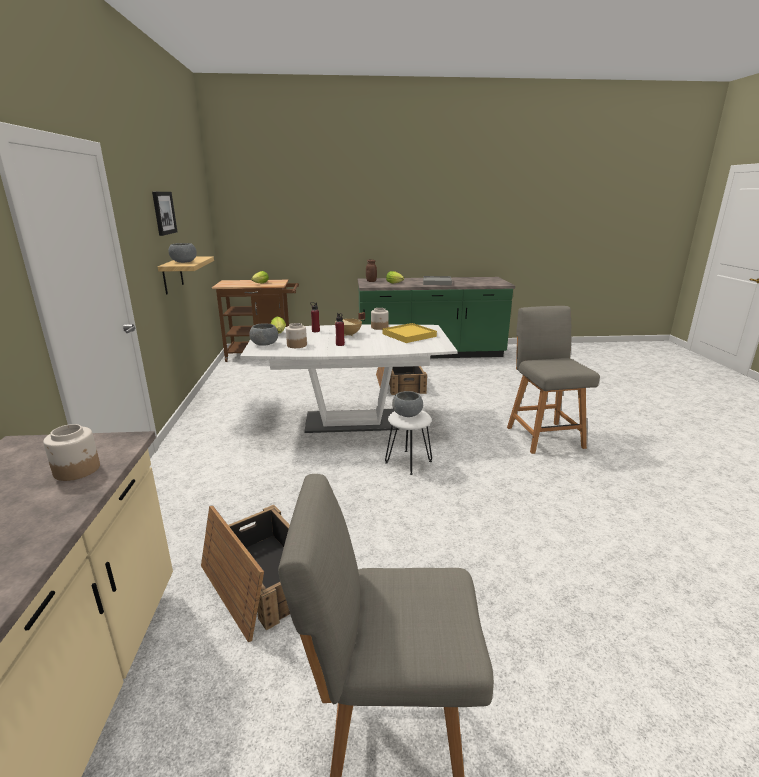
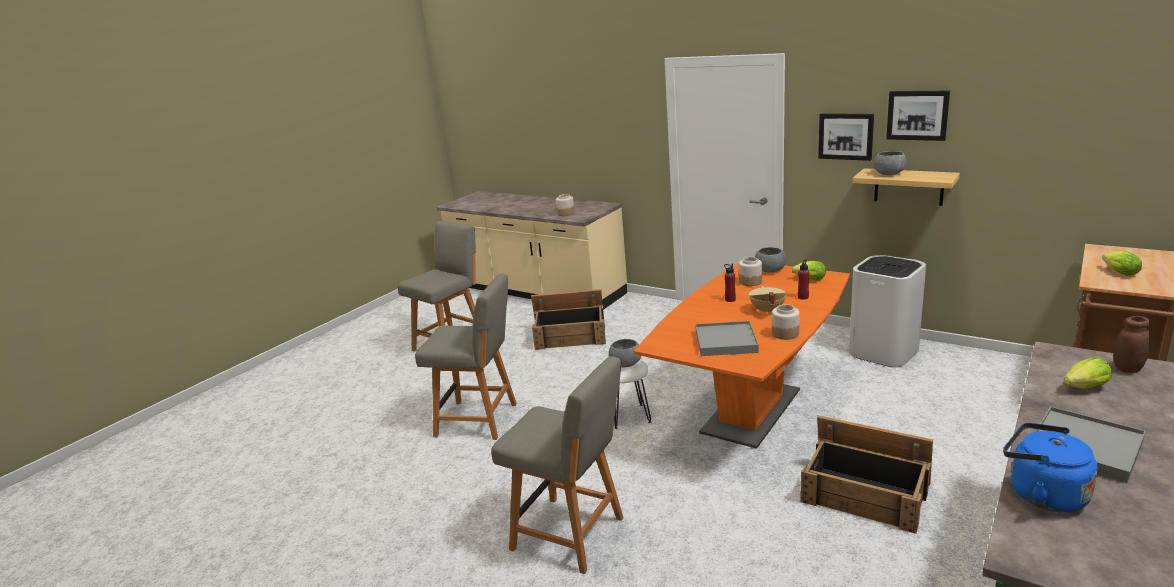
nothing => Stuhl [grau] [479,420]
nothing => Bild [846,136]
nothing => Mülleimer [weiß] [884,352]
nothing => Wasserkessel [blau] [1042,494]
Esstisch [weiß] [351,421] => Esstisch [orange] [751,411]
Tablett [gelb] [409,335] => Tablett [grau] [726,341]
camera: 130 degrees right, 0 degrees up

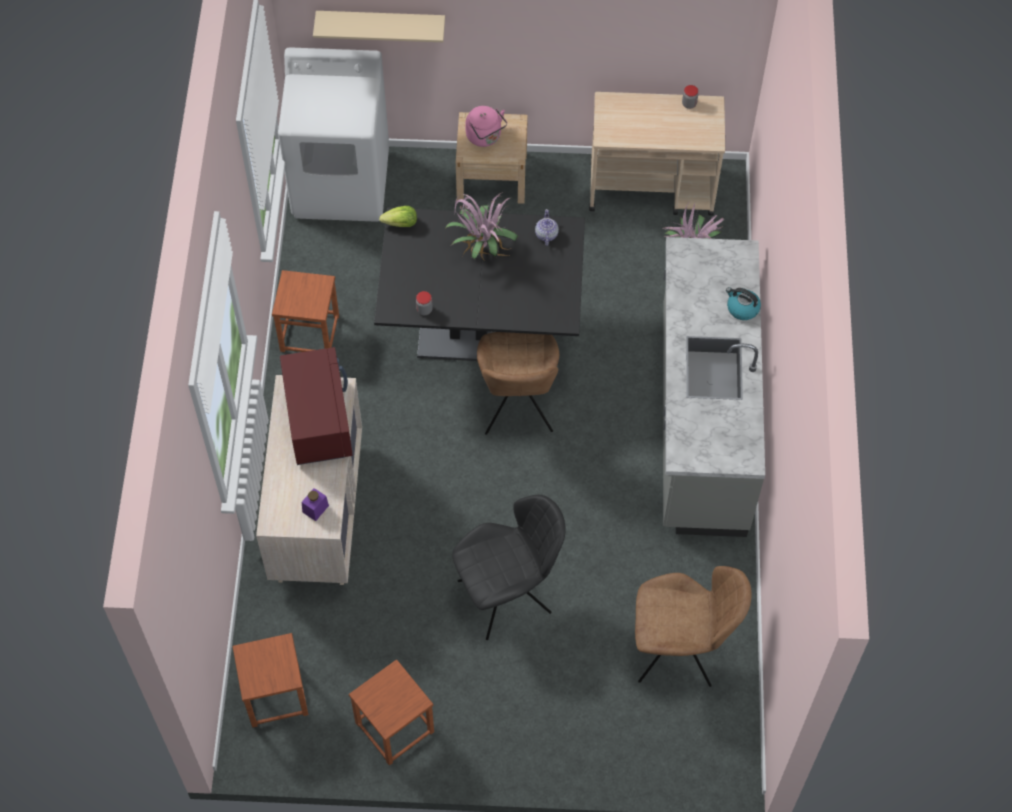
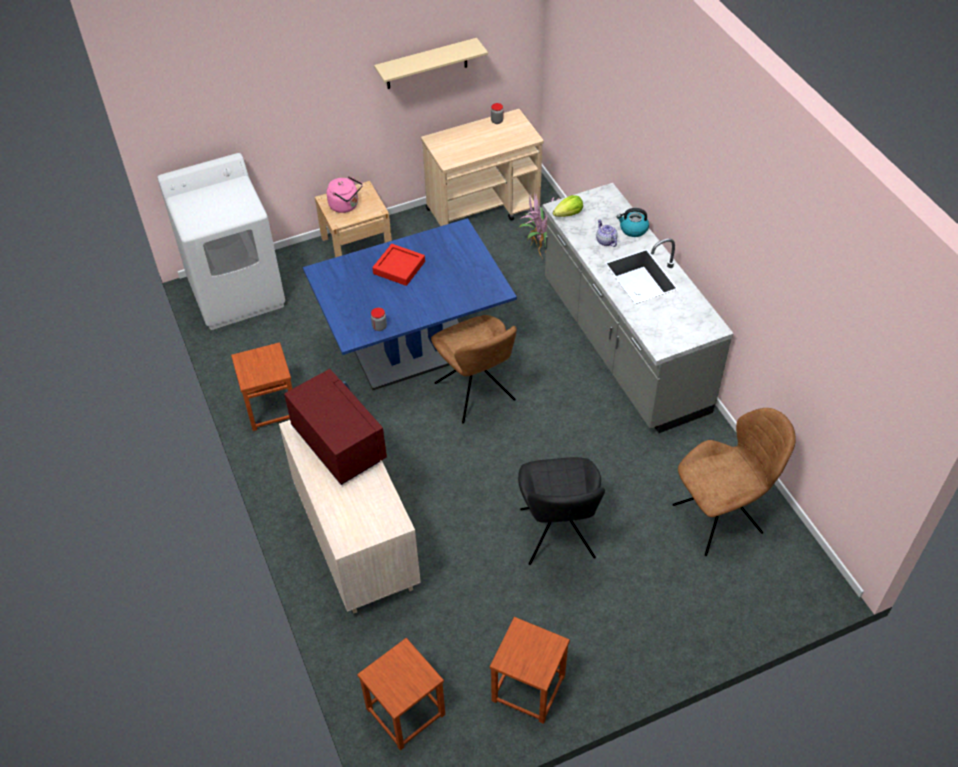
Vorratsglas [lila] [315,509] => nothing
Wandregal [beige] [381,25] => Wandregal [beige] [426,64], shifted
Salatkopf [401,224] => Salatkopf [568,214], shifted
Teekanne [546,234] => Teekanne [605,241], shifted
Topfpflanze [481,249] => Tablett [rot] [399,268]
Esstisch [schwarz] [482,332] => Esstisch [blau] [414,352]
Stuhl [schwarz] [508,595] => Stuhl [schwarz] [557,536], 135 degrees clockwise
camera: 25 degrees left, 10 degrees down

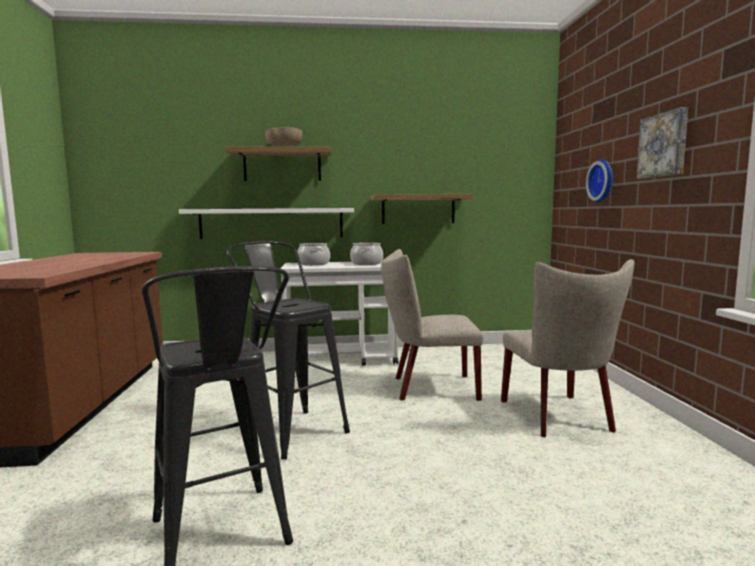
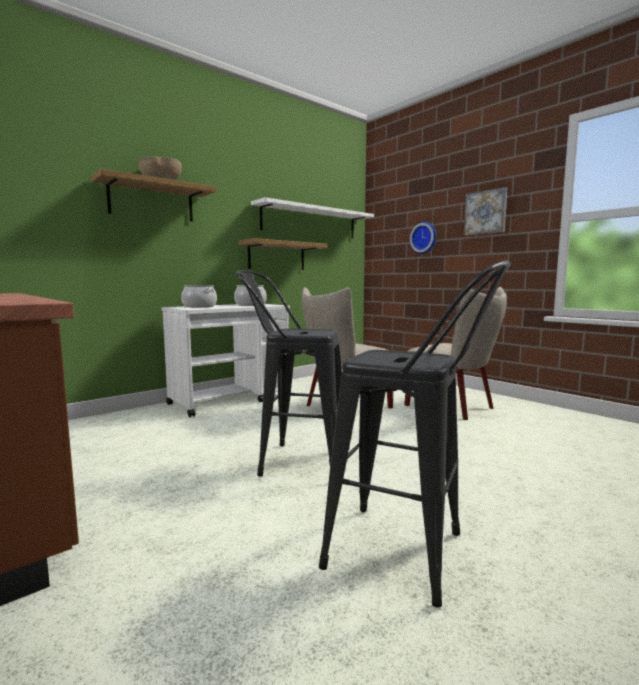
Wandregal [weiß] [271,223] => Wandregal [weiß] [310,222], shifted
camera: 35 degrees left, 0 degrees up

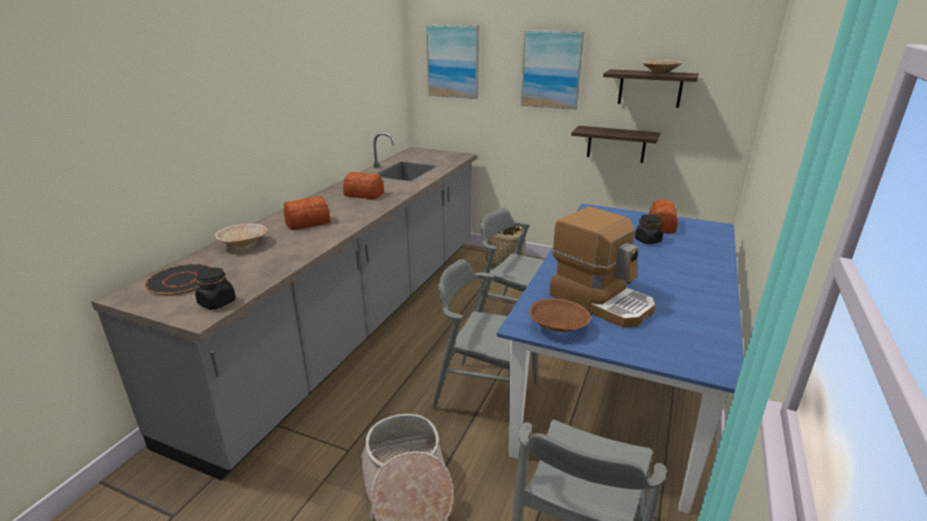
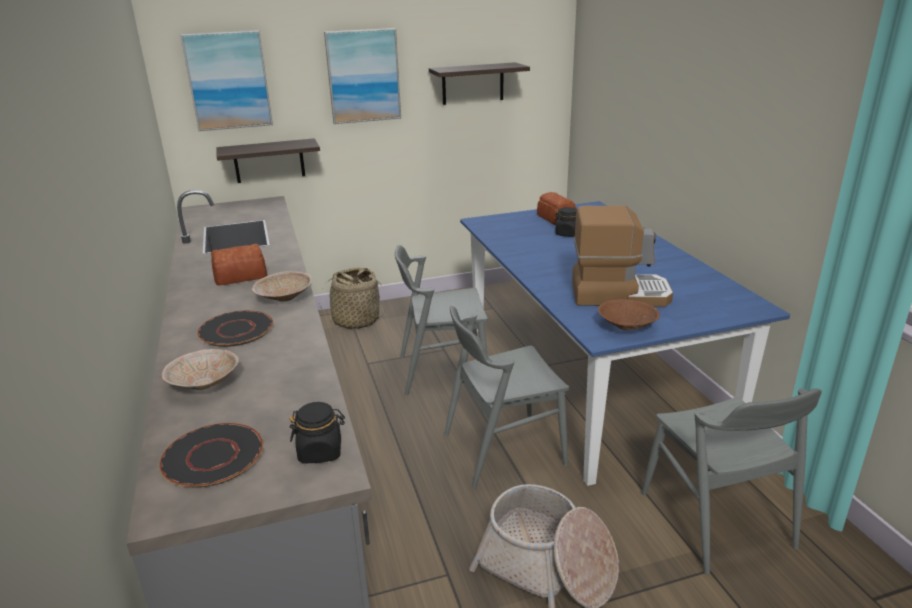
Wandregal [616,144] => Wandregal [269,161], shifted
Schüssel [beige] [659,73] => Schüssel [beige] [283,298], shifted
Brot [306,222] => Teller [schwarz] [235,330]
camera: 40 degrees left, 0 degrees up

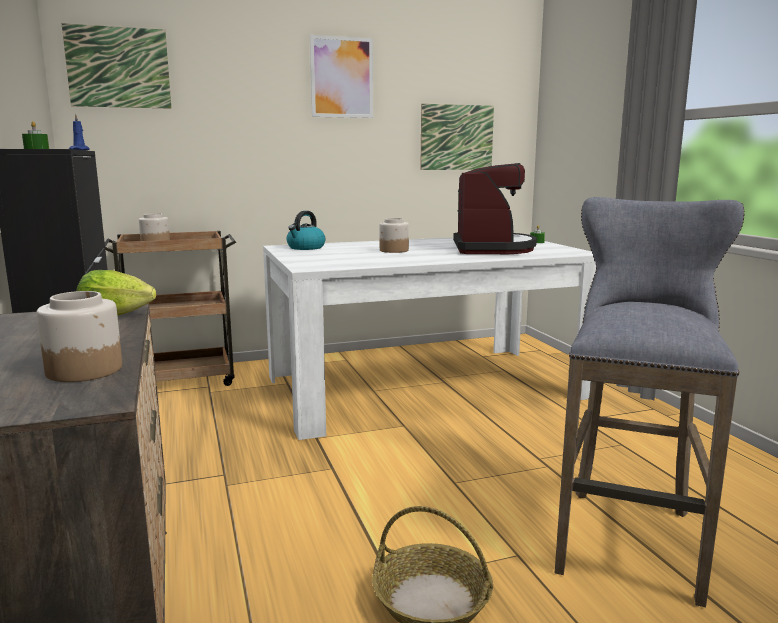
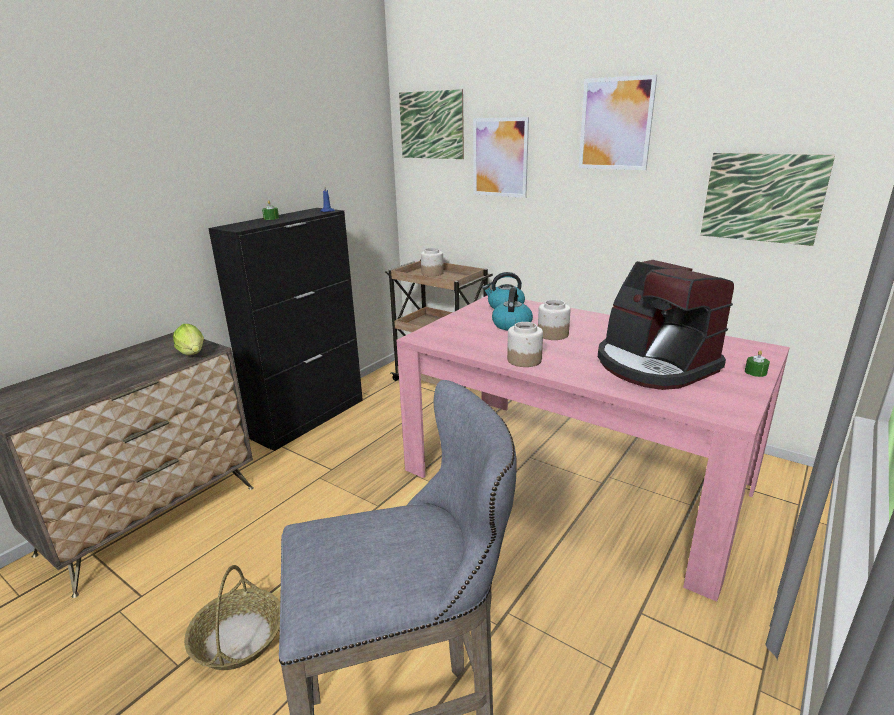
nothing => Bild [500,157]
nothing => Wasserkessel [511,325]
Vorratsglas [85,370] => Vorratsglas [524,360], shifted
Esstisch [weiß] [424,387] => Esstisch [rosa] [575,477]
Kaffeemaschine [492,248] => Kaffeemaschine [653,365], 90 degrees clockwise
camera: 55 degrees right, 10 degrees up

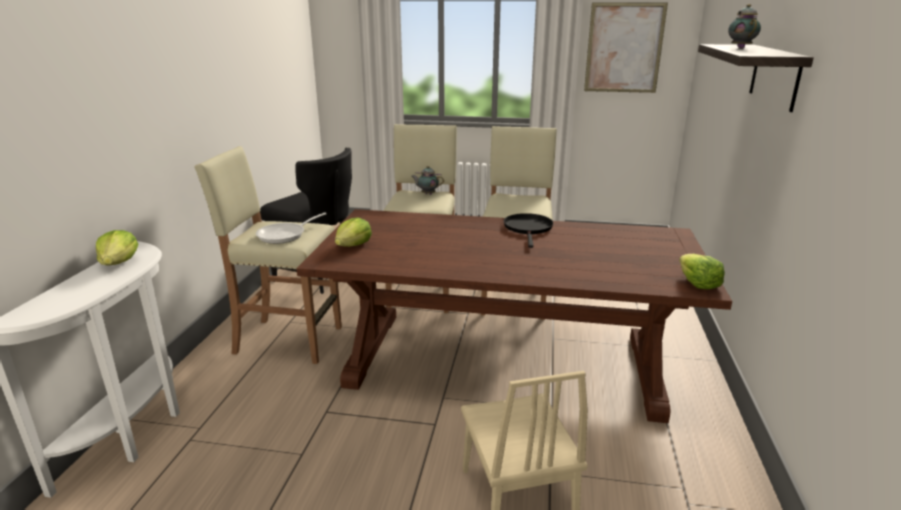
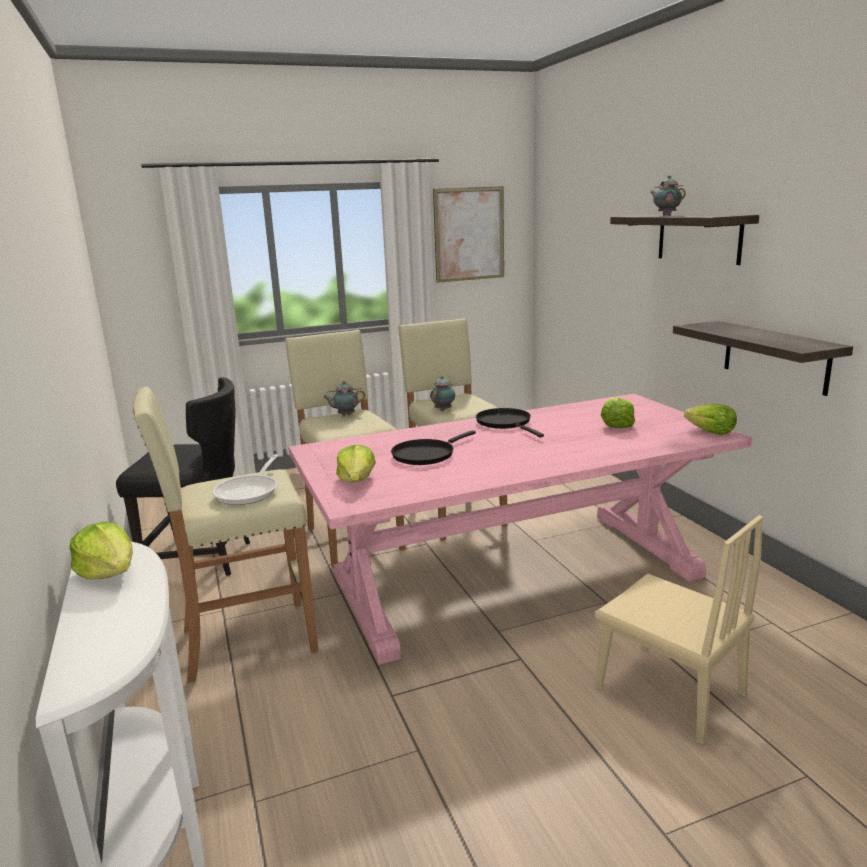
nothing => Pfanne [schwarz] [426,454]
nothing => Teekanne [444,409]
nothing => Salatkopf [616,425]
nothing => Wandregal [775,356]
Esstisch [braun] [505,361] => Esstisch [rosa] [516,575]
camera: 30 degrees left, 5 degrees down

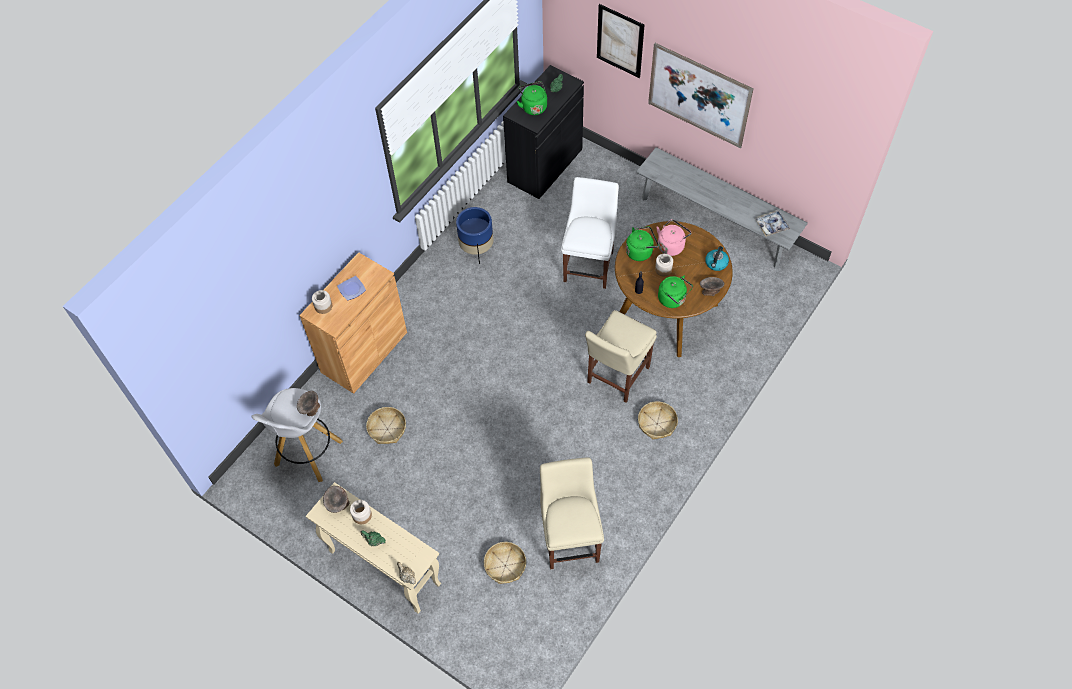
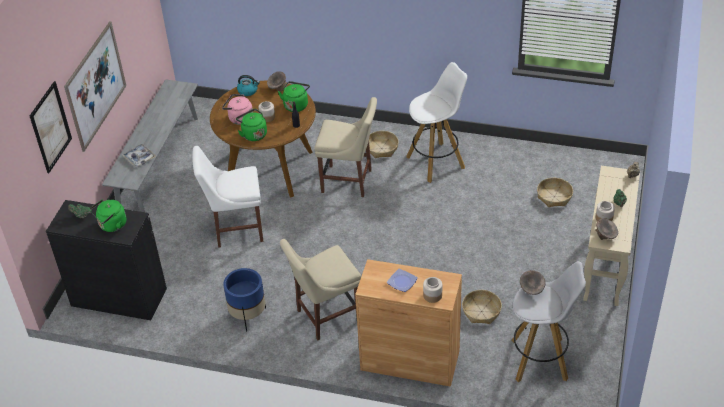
nothing => Hocker [weiß] [436,162]
Stuhl [beige] [570,537] => Stuhl [beige] [325,316], shifted
Tablett [771,225] => Tablett [139,158], shifted
camera: 110 degrees left, 15 degrees down

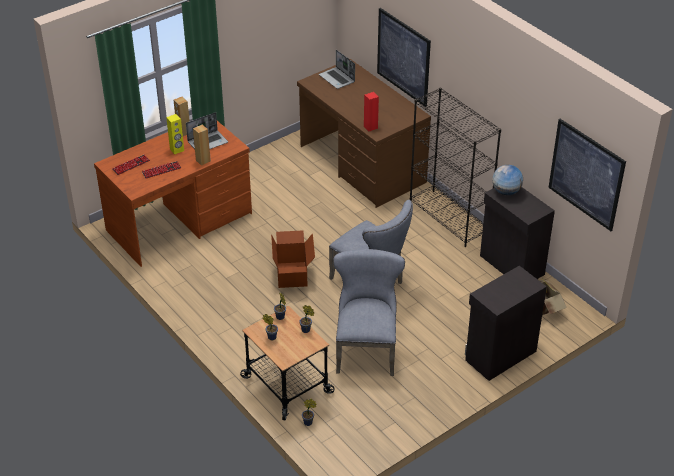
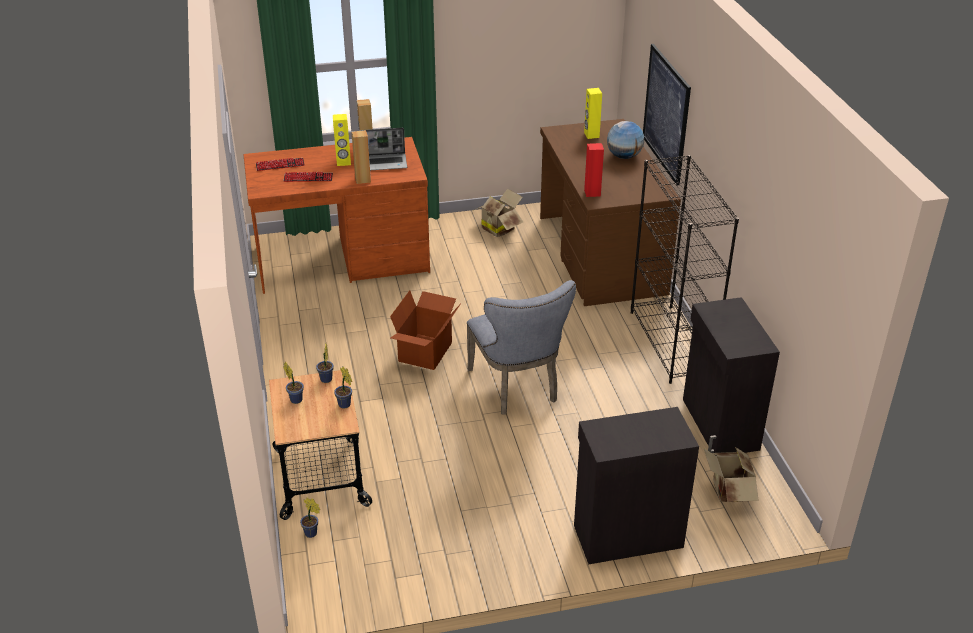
Stuhl [grau] [366,348] => nothing
Bild [586,174] => nothing
nothing => Karton [499,228]
Globus [506,192] => Globus [624,156], shifted
Laptop [337,79] => Lautsprecher [gelb] [591,135]
camera: 25 degrees right, 5 degrees down

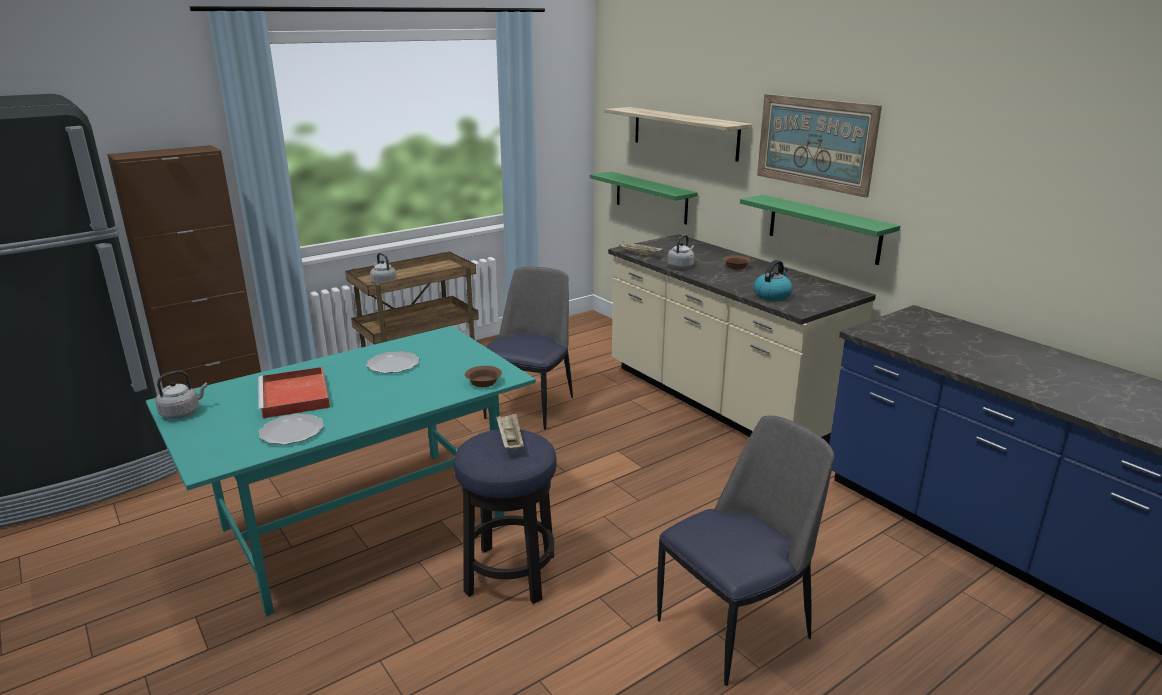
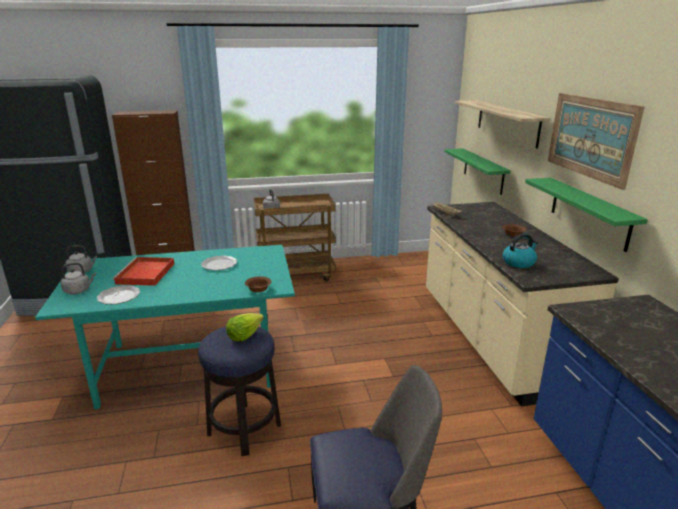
Stuhl [530,406] => nothing
Wasserkessel [grau] [681,266] => Wasserkessel [grau] [79,290], shifted
Tablett [beige] [510,441] => Salatkopf [244,335]
camera: 25 degrees right, 0 degrees up

